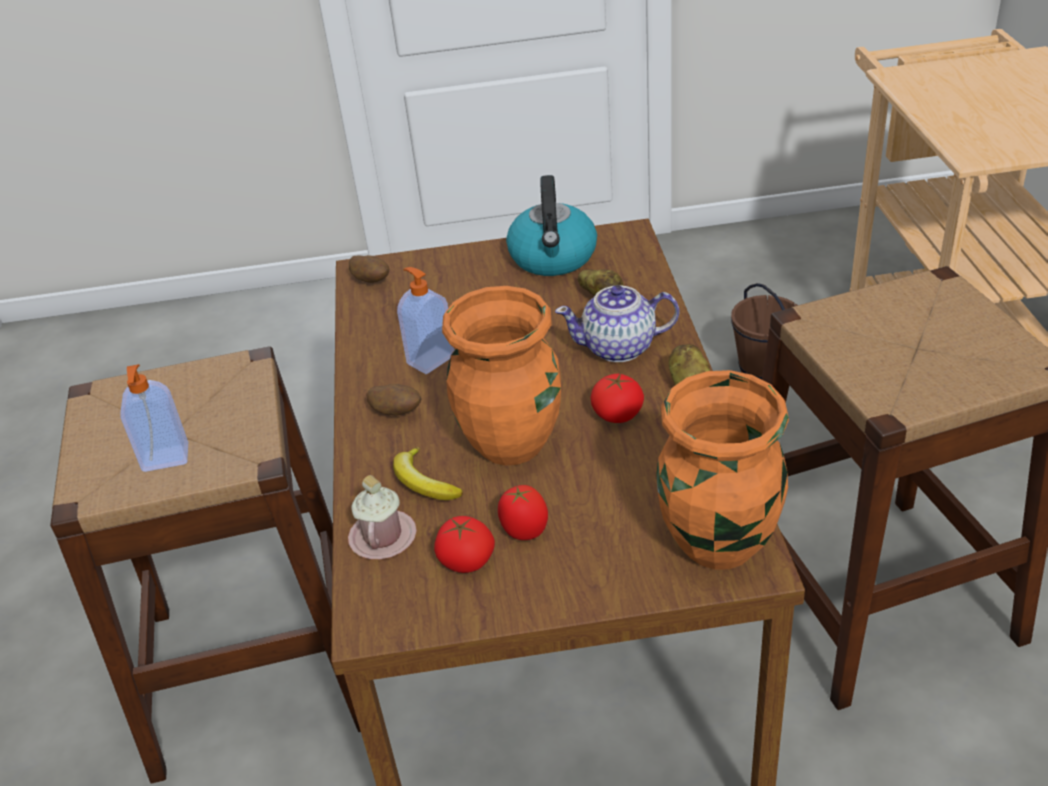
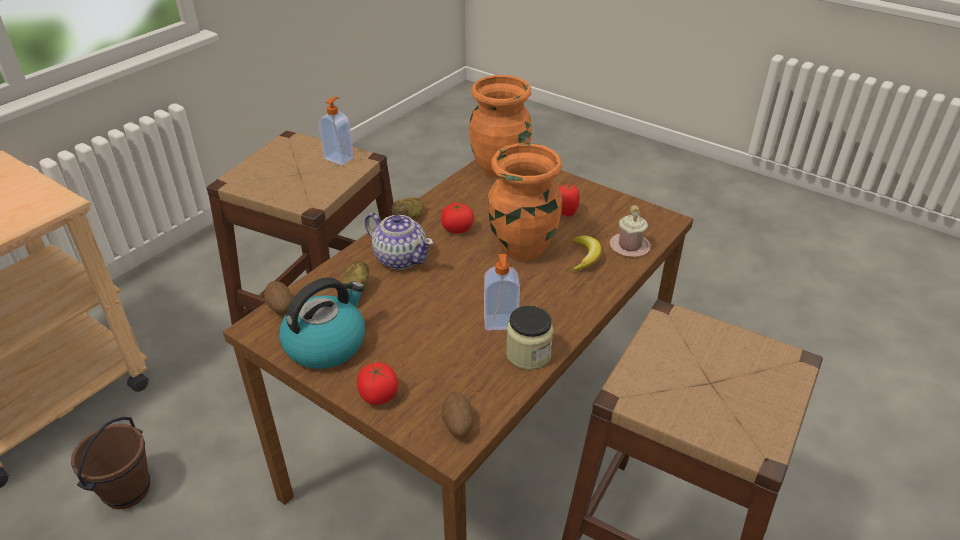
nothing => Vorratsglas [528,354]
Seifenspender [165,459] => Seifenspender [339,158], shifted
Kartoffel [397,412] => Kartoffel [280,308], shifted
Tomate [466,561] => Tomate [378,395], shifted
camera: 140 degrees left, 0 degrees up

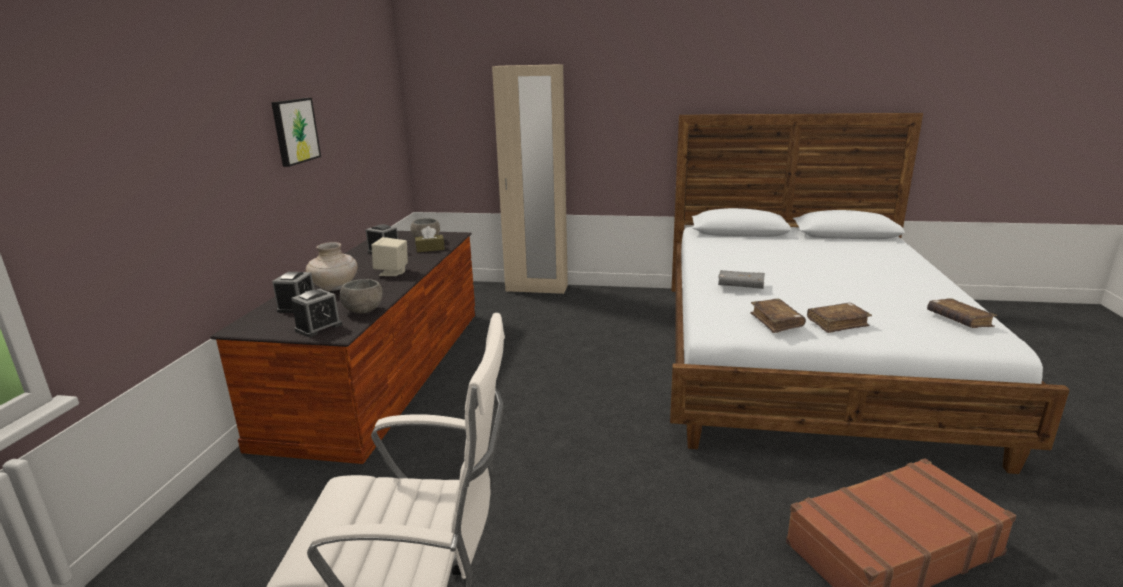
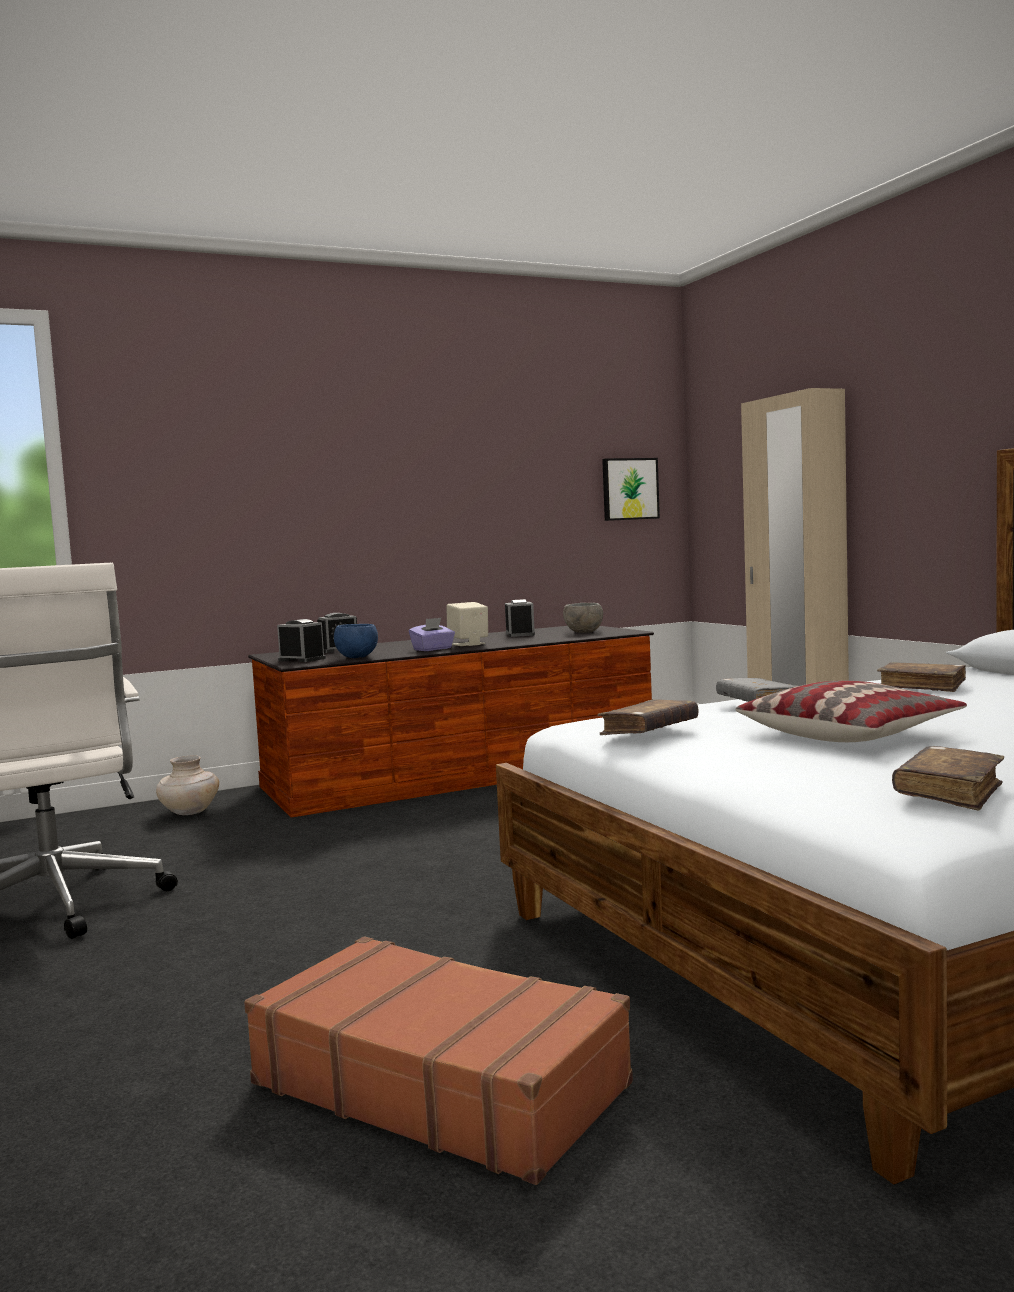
Taschentuchbox [braun] [430,249] => nothing
nothing => Taschentuchbox [lila] [433,649]
nothing => Kissen [849,733]
Bild [294,131] => Bild [629,489], shifted
Vase [beige] [335,287] => Vase [beige] [189,812], shifted
Buch [braun] [837,323] => Buch [braun] [922,686], shifted
Schüssel [grau] [363,311] => Schüssel [blau] [357,657]
Wecker [318,327] => Wecker [302,659], 150 degrees counterclockwise
camera: 55 degrees right, 15 degrees down

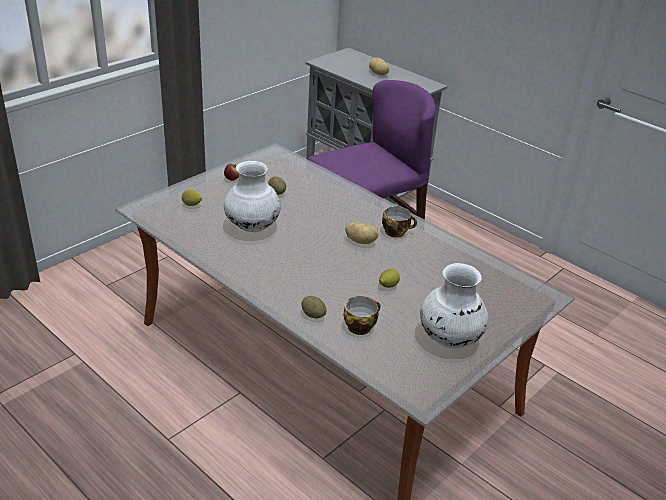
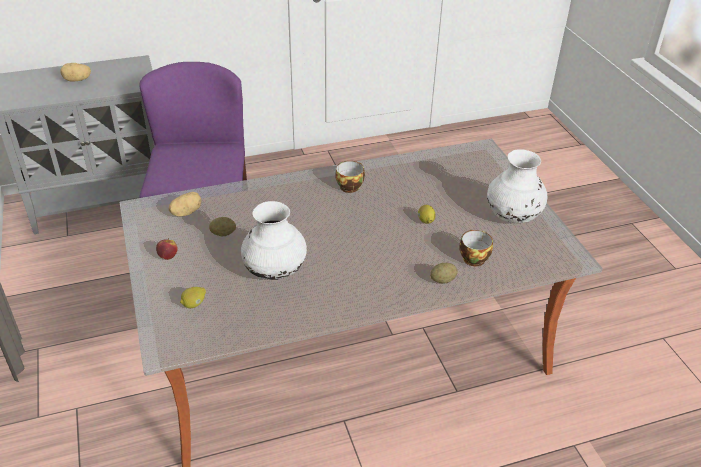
Kartoffel [361,241] => Kartoffel [186,212], shifted
camera: 60 degrees left, 5 degrees up

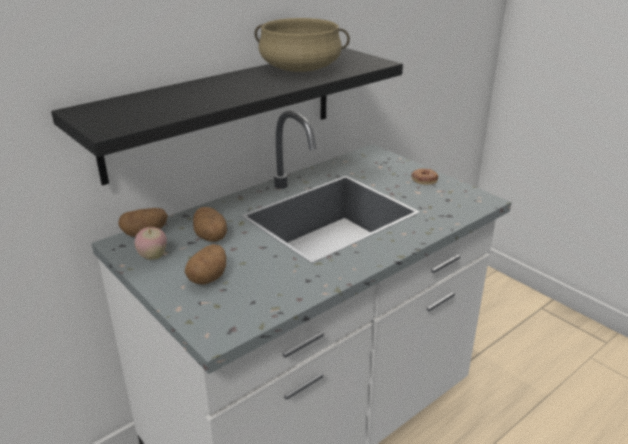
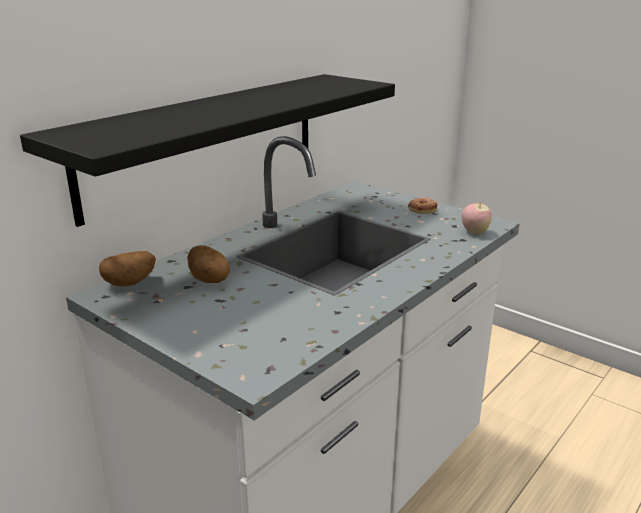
Kartoffel [208,277] => nothing
Kochtopf [beige] [301,68] => nothing
Apfel [153,257] => Apfel [474,232], shifted
camera: 10 degrees left, 5 degrees down

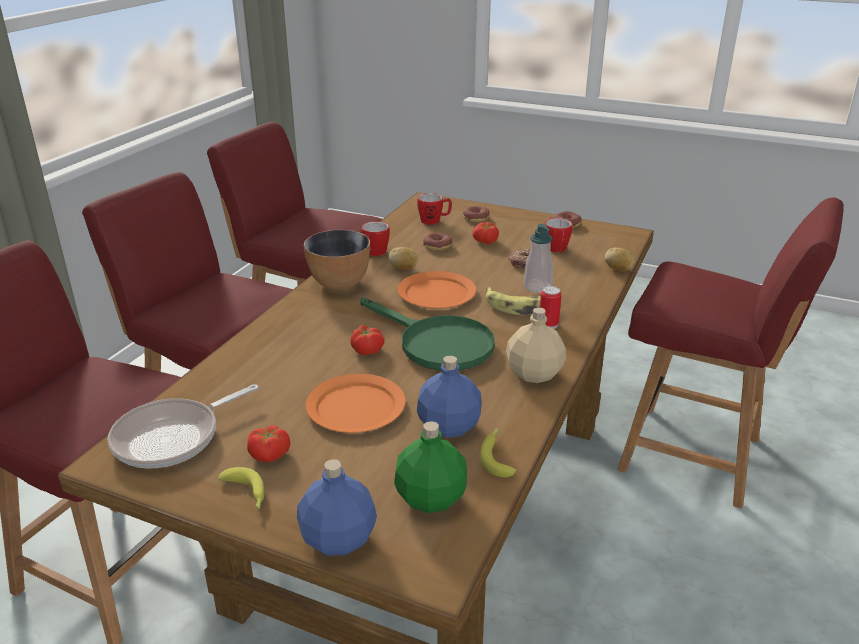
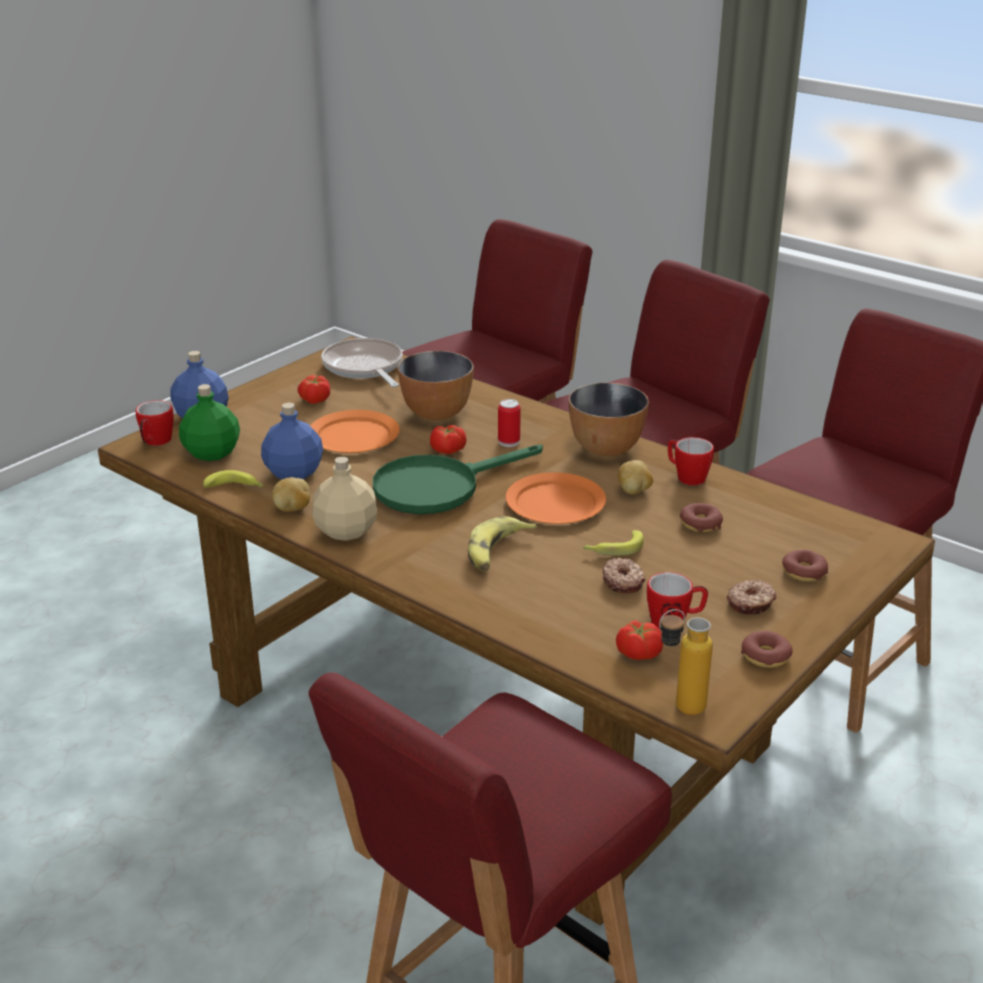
Seifenspender [537,287] => nothing
nothing => Schüssel [436,414]
nothing => Flasche [678,709]
nothing => Donut [751,604]
Banane [246,494] => Banane [613,549], shifted
Henkelbecher [434,221] => Henkelbecher [155,442], shifted
Tomate [485,241] => Tomate [638,652], shifted
Dose [548,324] => Dose [509,442], shifted
Kartoffel [618,270] => Kartoffel [293,509], shifted
camera: 105 degrees right, 0 degrees up

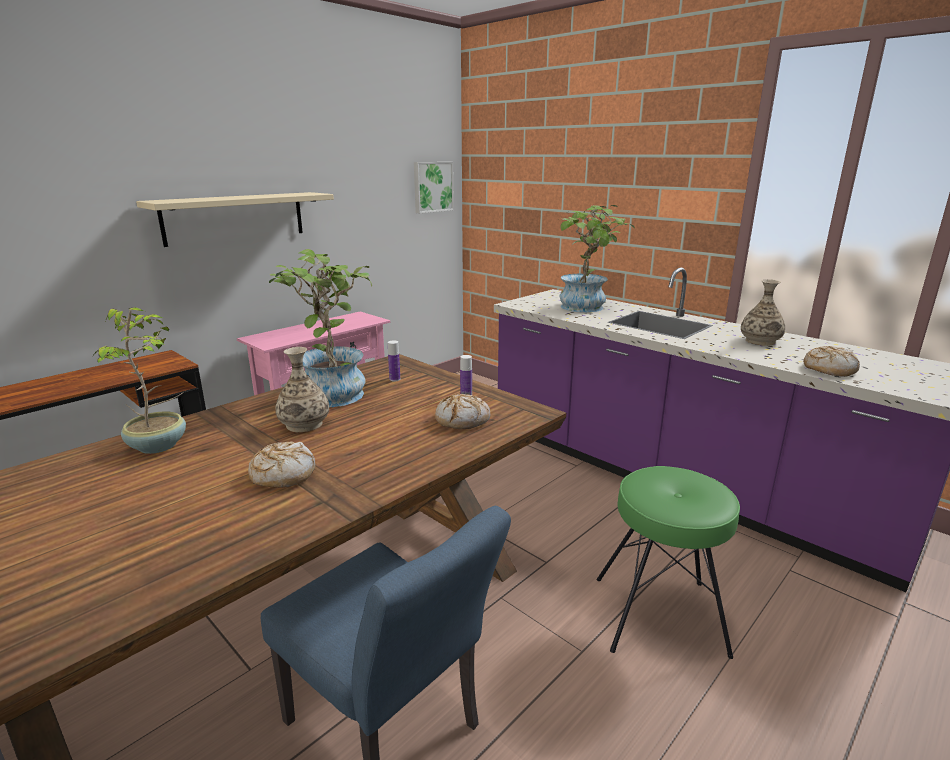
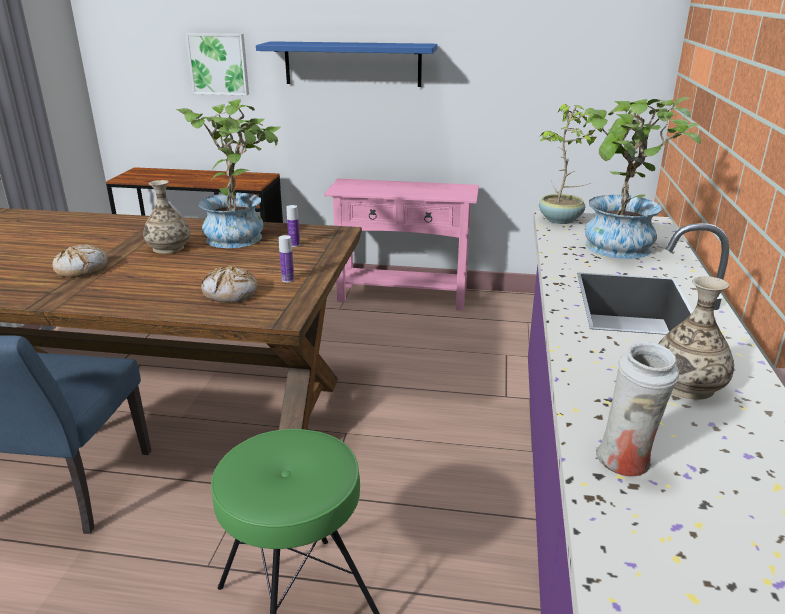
Topfpflanze [159,446] => Topfpflanze [561,220], shifted
Bild [432,187] => Bild [219,64], shifted
Brot [829,369] => Vase [weiß] [626,464]
Wandregal [beige] [235,218] => Wandregal [blau] [352,64]
camera: 55 degrees right, 5 degrees up

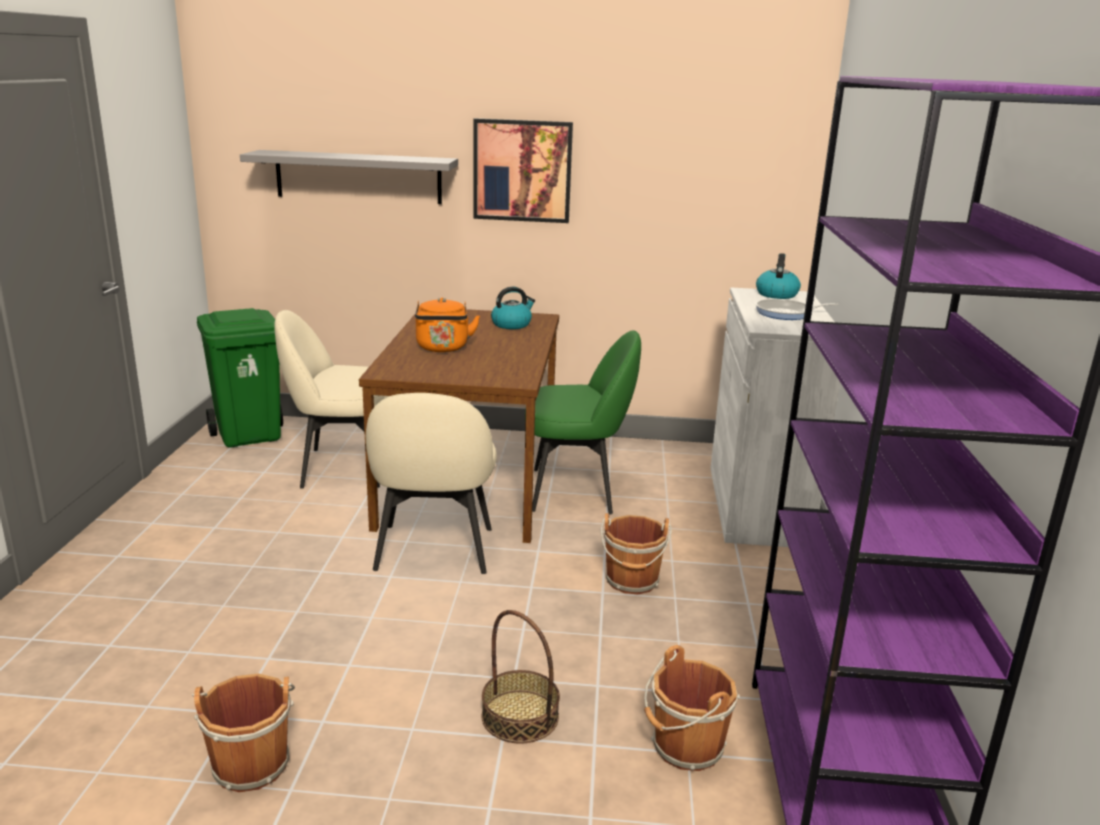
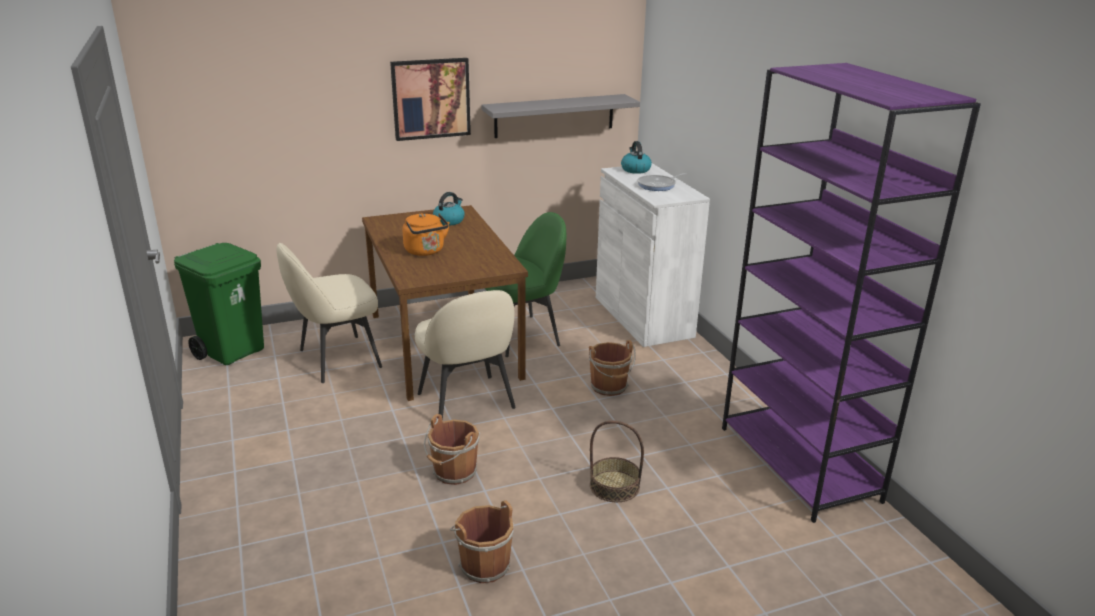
Wandregal [grau] [358,177] => Wandregal [grau] [554,116], shifted
Eimer [braun] [685,748] => Eimer [braun] [453,473], shifted
camera: 25 degrees left, 5 degrees up

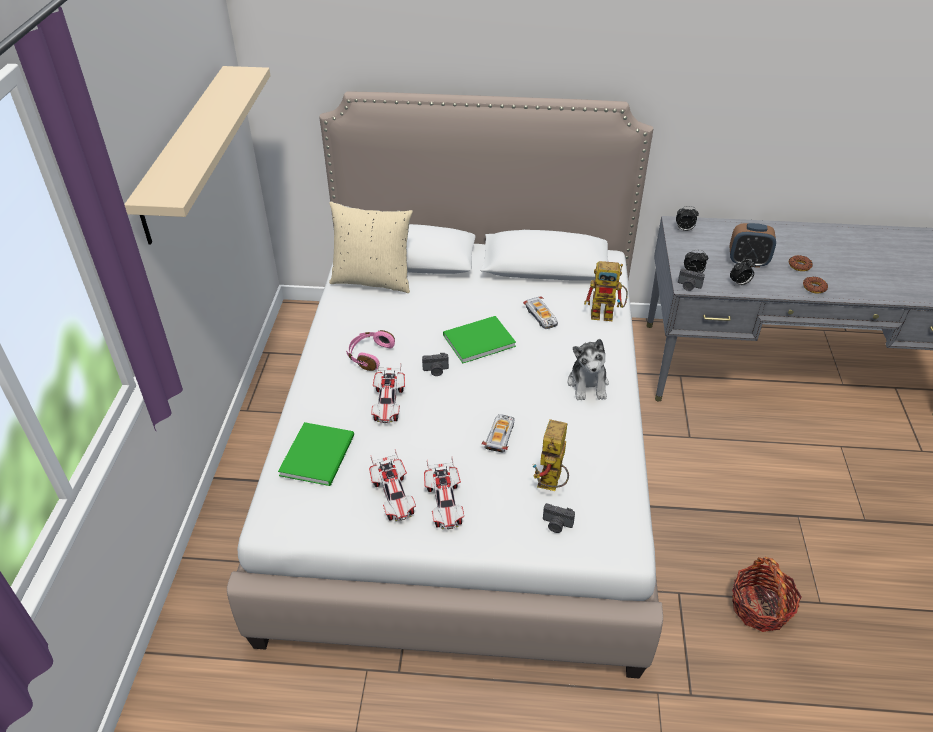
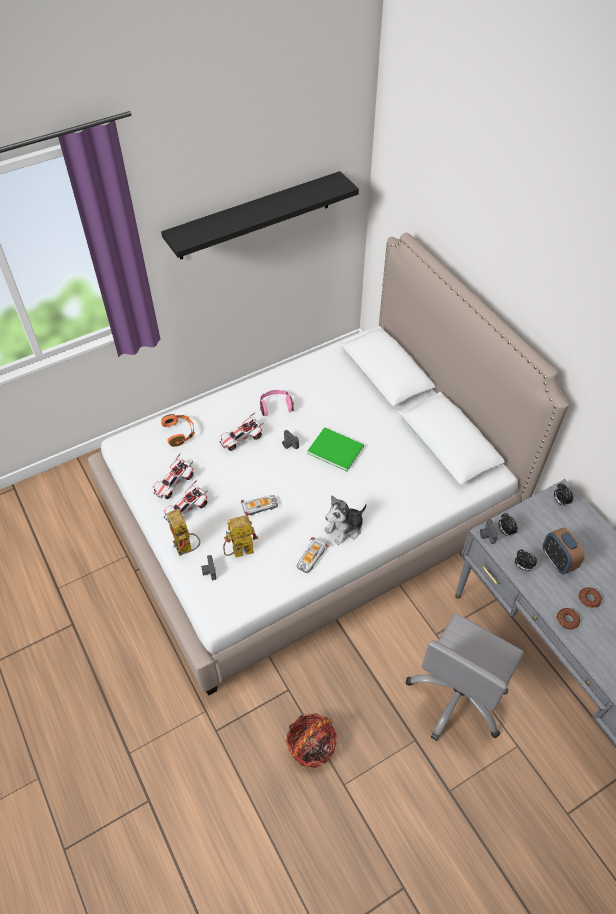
Kissen [beige] [373,280] => nothing
nothing => Bürostuhl [grau] [458,695]
Spielzeugauto [541,316] => Spielzeugauto [311,557], shifted
Spielzeugroboter [607,314] => Spielzeugroboter [186,548], shifted
Buch [grün] [320,454] => Kopfhörer [orange] [179,433]
Wandregal [beige] [185,151] => Wandregal [schwarz] [255,216]
camera: 55 degrees right, 10 degrees up

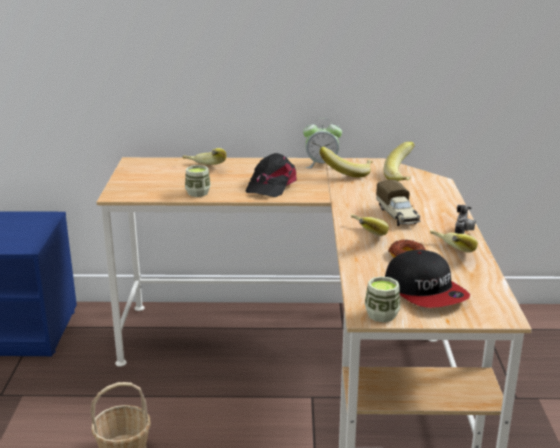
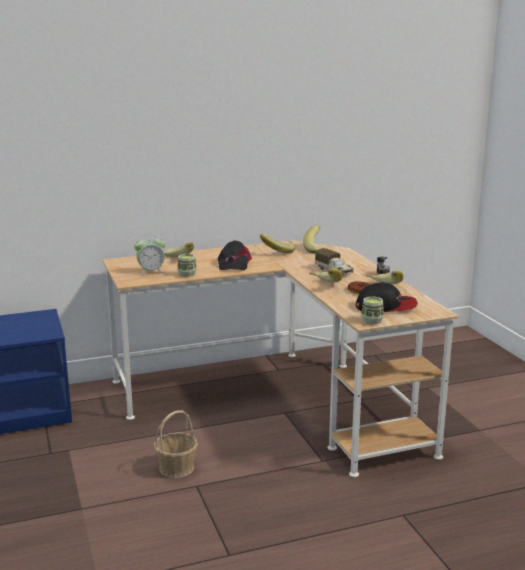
Wecker [321,165] => Wecker [151,271], shifted
Kappe [425,291] => Kappe [386,306], 45 degrees counterclockwise
camera: 20 degrees left, 5 degrees down

